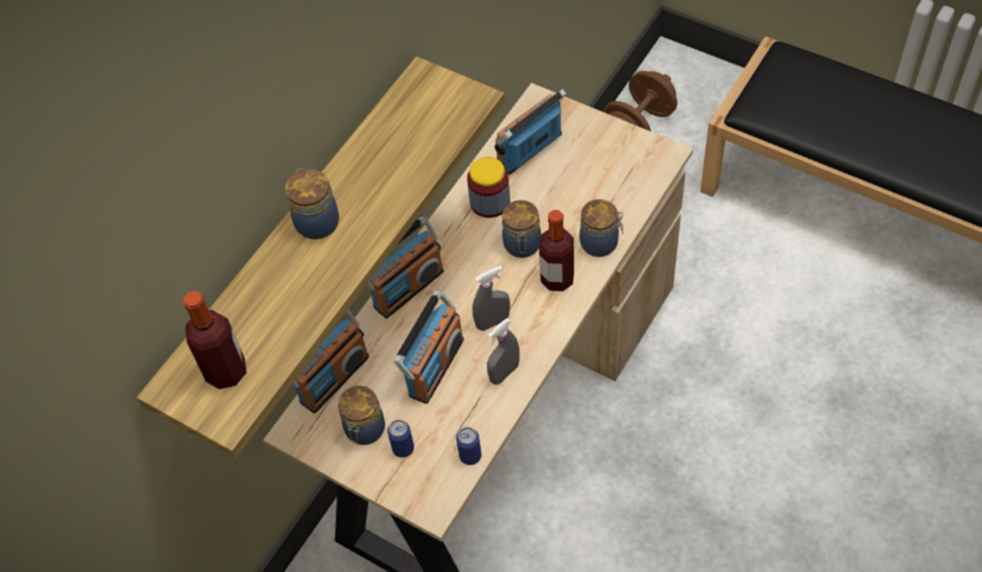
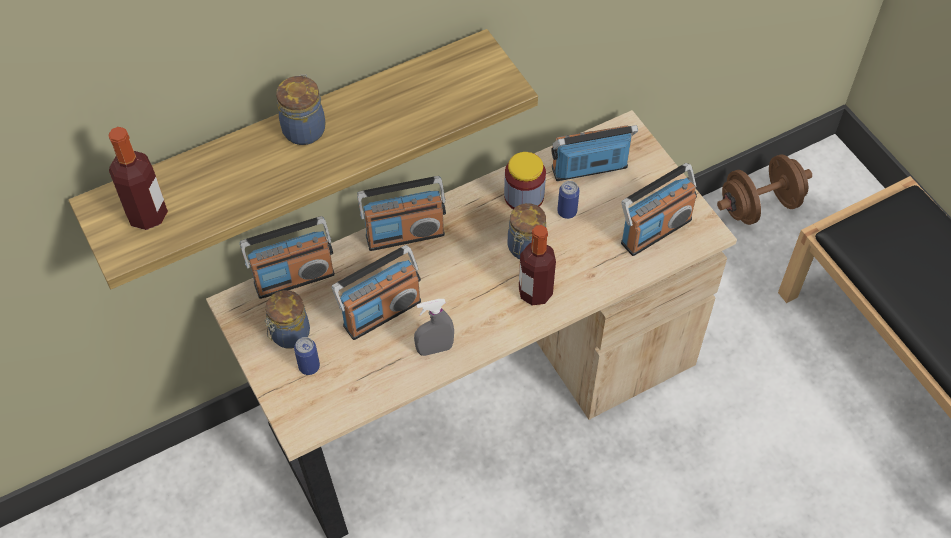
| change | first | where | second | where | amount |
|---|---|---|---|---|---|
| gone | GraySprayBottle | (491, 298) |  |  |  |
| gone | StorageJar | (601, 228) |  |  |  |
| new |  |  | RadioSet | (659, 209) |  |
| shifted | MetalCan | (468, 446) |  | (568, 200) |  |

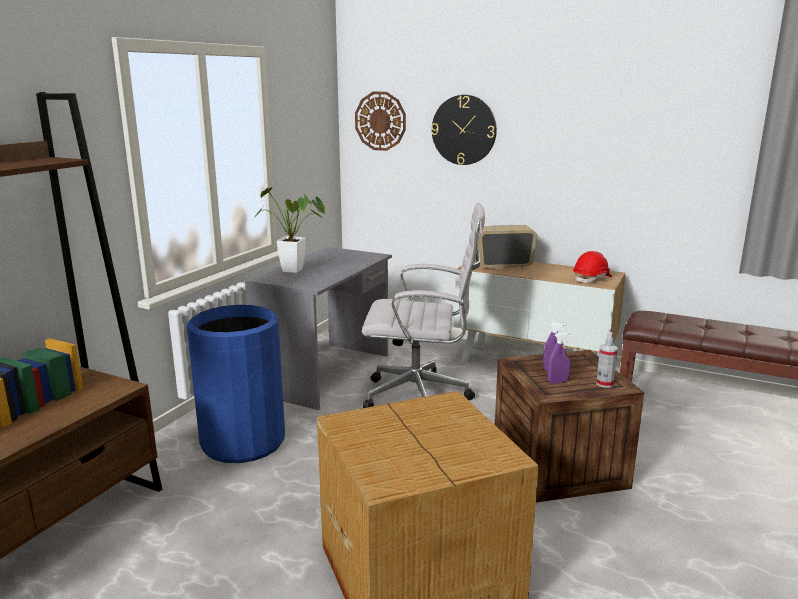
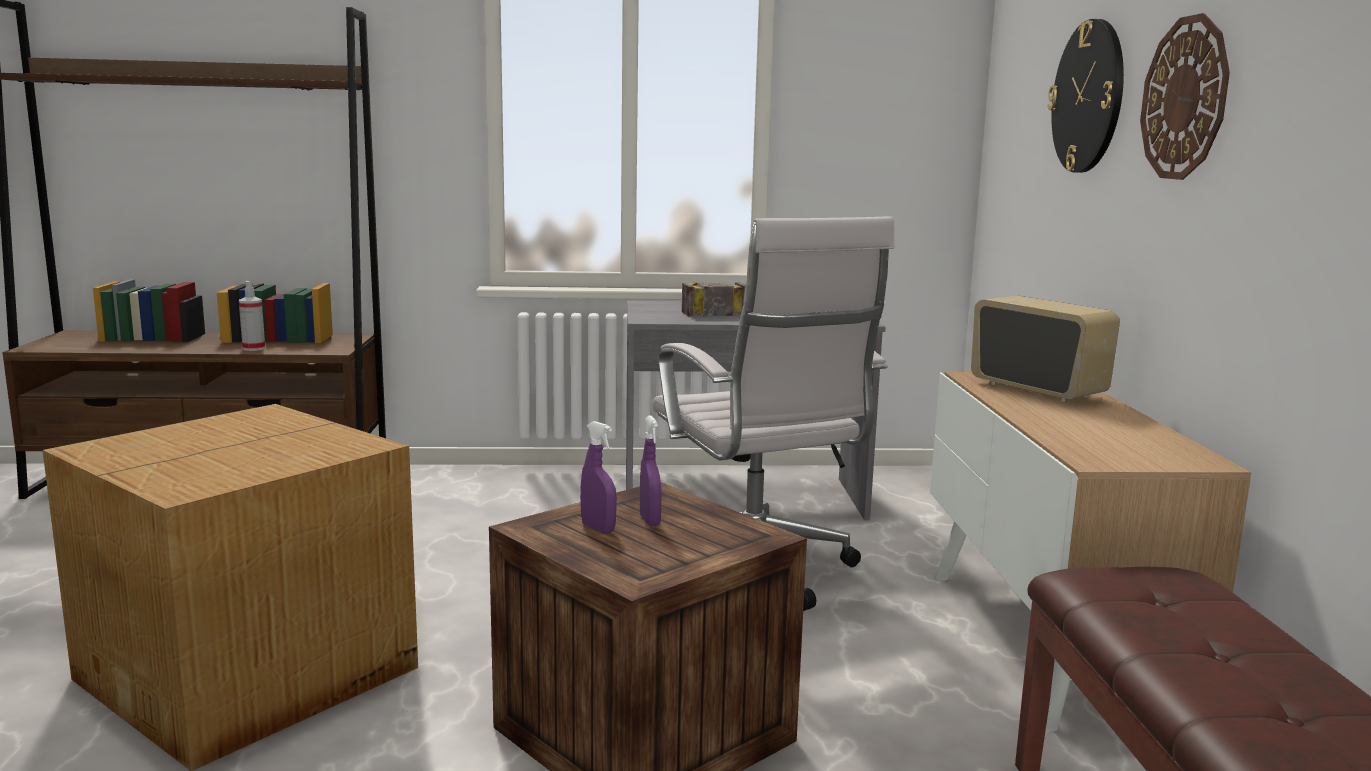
| change | first | where | second | where | amount |
|---|---|---|---|---|---|
| gone | BlueRubbishBin | (236, 384) |  |  |  |
| gone | RedHardHat | (592, 267) |  |  |  |
| shifted | ClockOnTheWall | (380, 121) |  | (1185, 96) |  |
| shifted | SprayBottle | (607, 360) |  | (252, 316) |  |
| swapped | Houseplant | (290, 230) | HandHammer | (714, 299) |  |

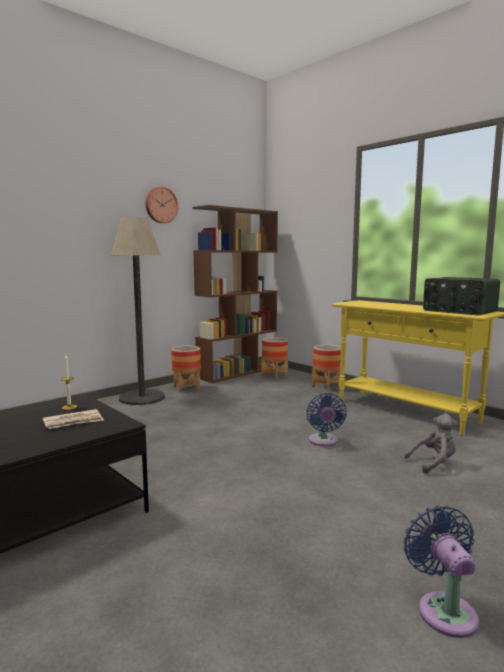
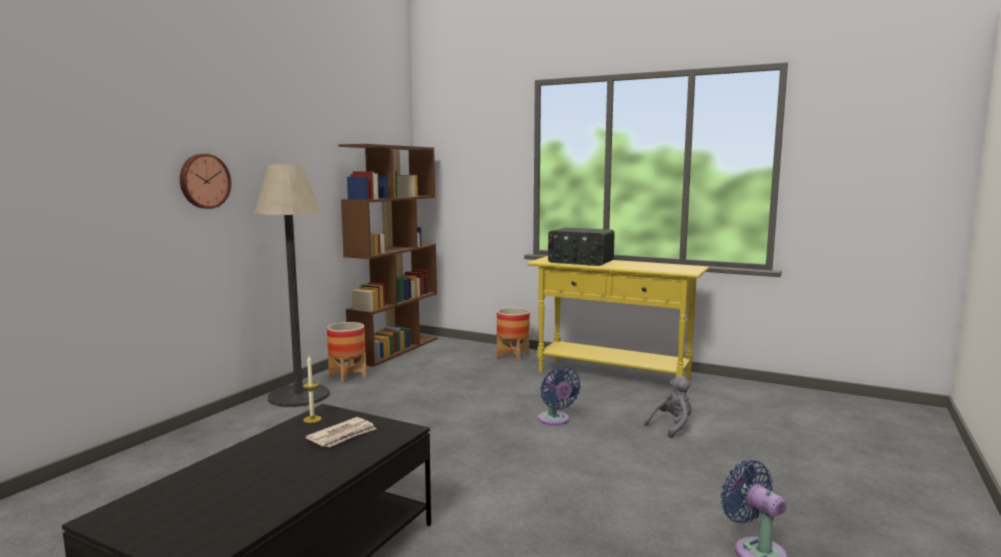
| change | first | where | second | where | amount |
|---|---|---|---|---|---|
| gone | PlantPot | (274, 358) |  |  |  |
| shifted | ClockOnTheWall | (161, 204) |  | (205, 181) |  |
| shifted | RadioSet | (461, 296) |  | (581, 247) |  |

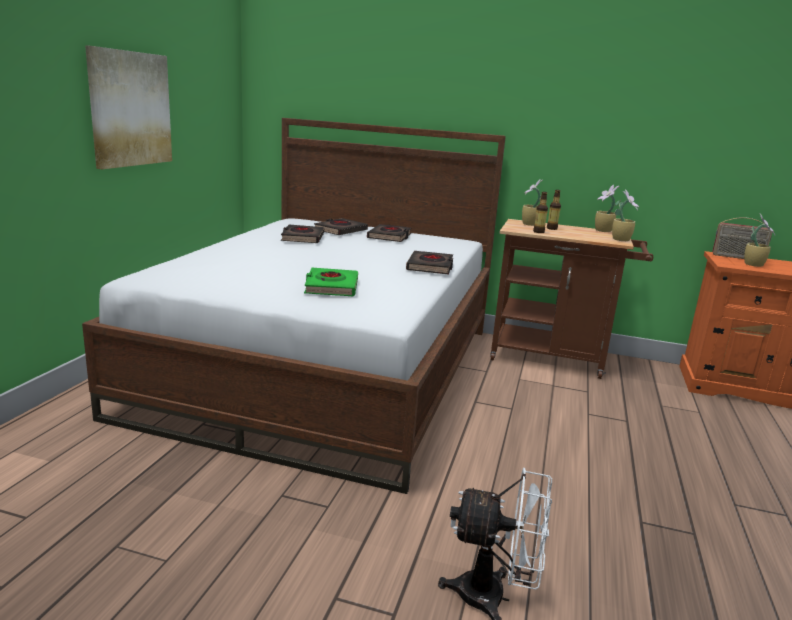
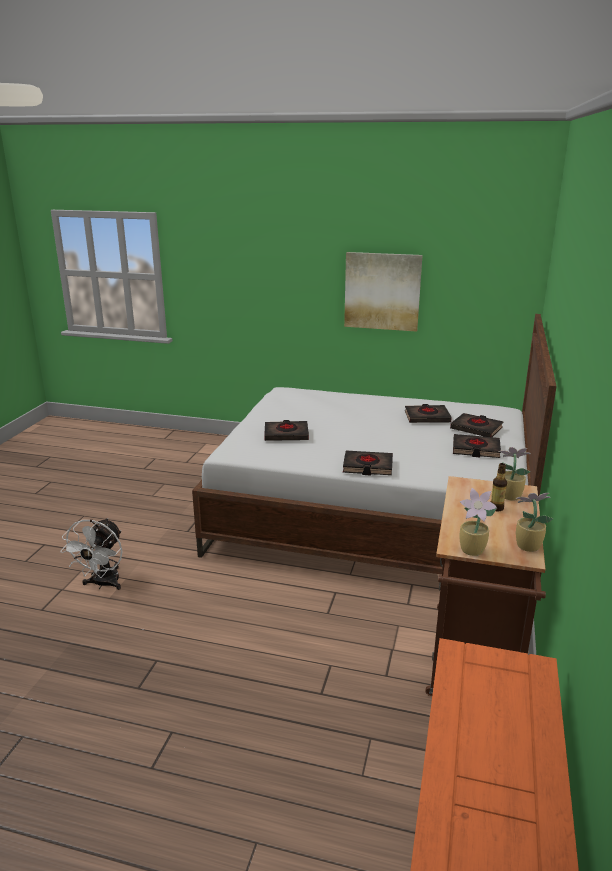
| change | first | where | second | where | amount |
|---|---|---|---|---|---|
| gone | BeverageBottle | (540, 212) |  |  |  |
| gone | RadioSet | (742, 238) |  |  |  |
| gone | Houseplant | (759, 240) |  |  |  |
| repainted | GreenBoundBook | (331, 282) | BlackBoundBook | (286, 430) |  |

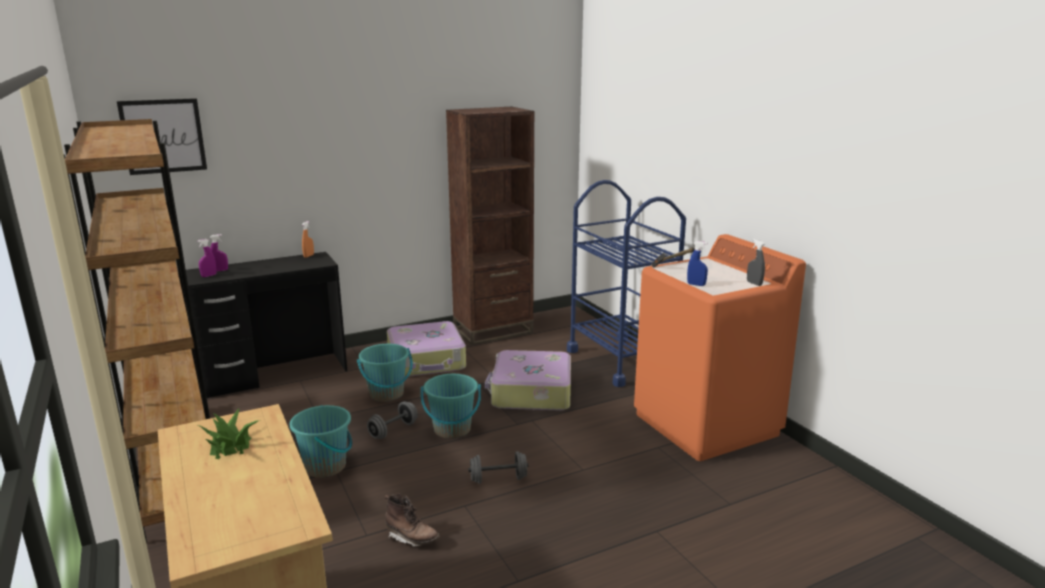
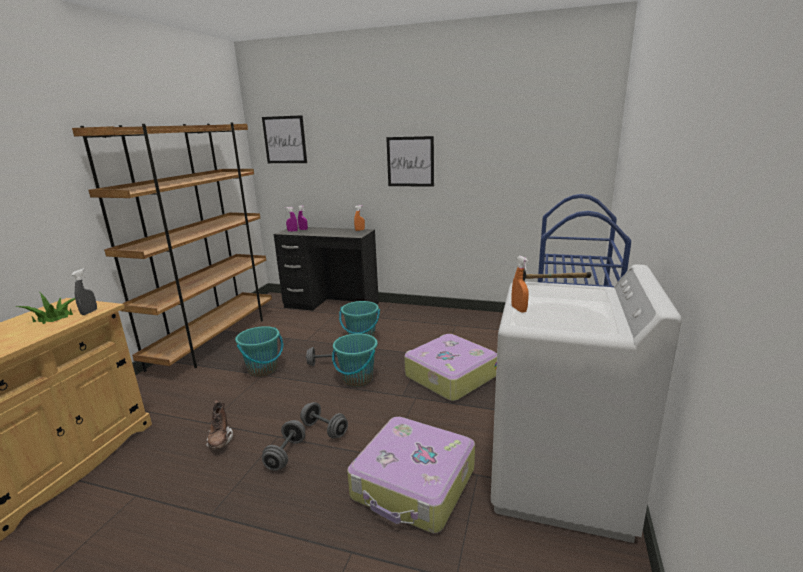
| change | first | where | second | where | amount |
|---|---|---|---|---|---|
| gone | BrownBookshelf | (490, 226) |  |  |  |
| new |  |  | GrayFreeWeight | (283, 445) |  |
| new |  |  | Picture | (410, 161) |  |
| shifted | TravelCase | (426, 349) |  | (411, 475) |  |
| shifted | GraySprayBottle | (756, 262) |  | (84, 292) |  |
| repainted | OrangeyLaundryAppliance | (720, 347) | WhiteColouredLaundryAppliance | (586, 403) |  |
| repainted | BlueSprayBottle | (697, 263) | OrangeySprayBottle | (520, 284) |  |

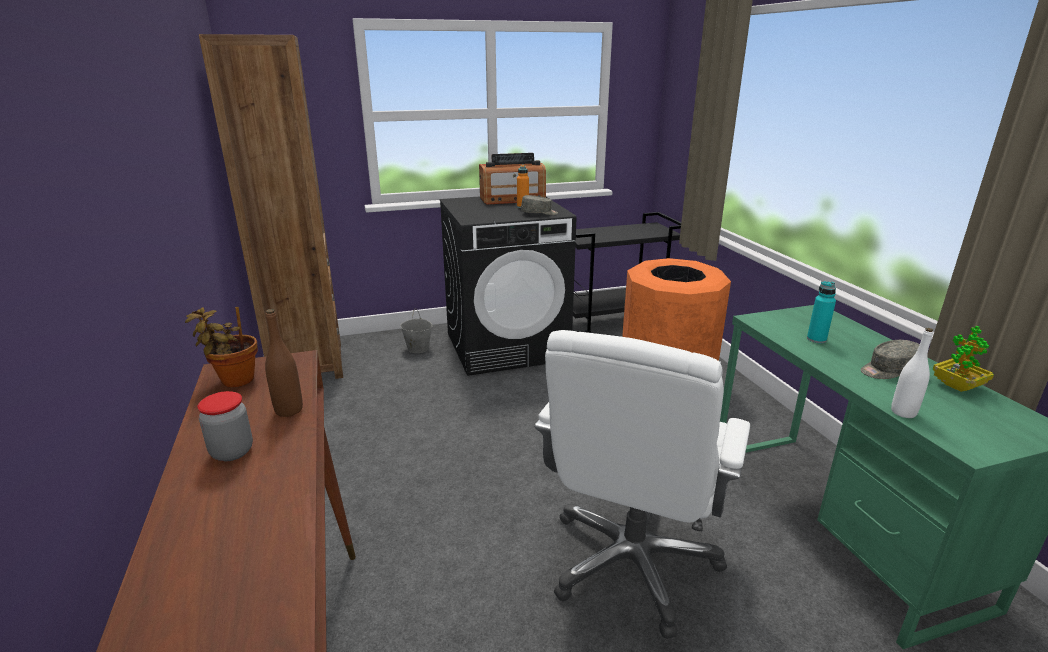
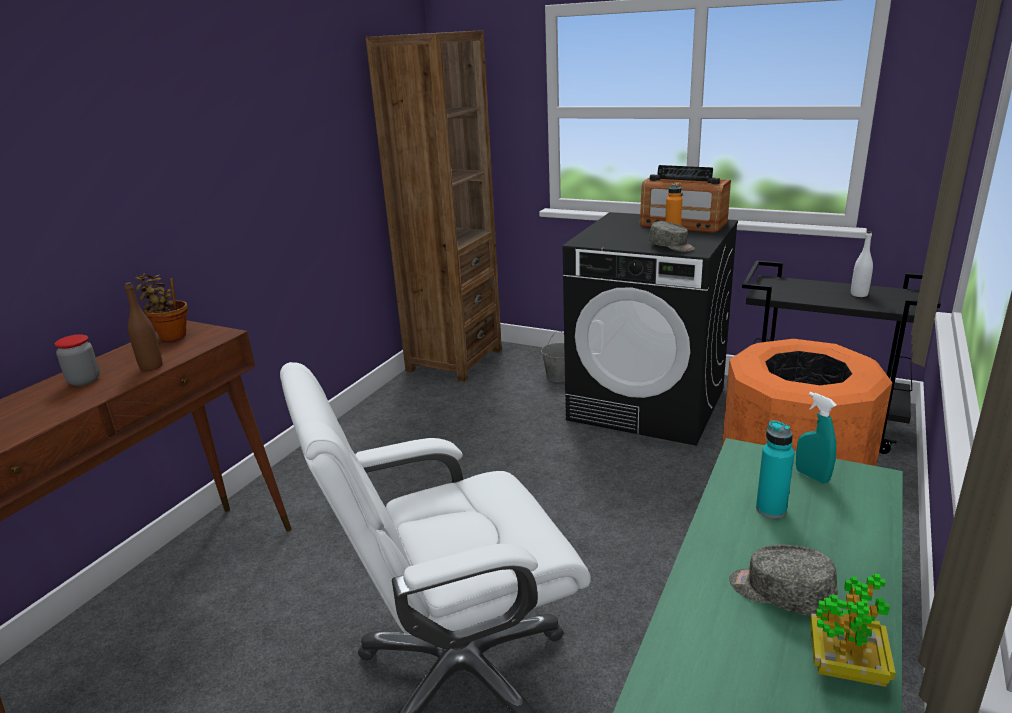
| change | first | where | second | where | amount |
|---|---|---|---|---|---|
| new |  |  | TurquoiseSprayBottle | (816, 438) |  |
| shifted | WhiteColouredBeverageBottle | (912, 373) |  | (862, 264) |  |

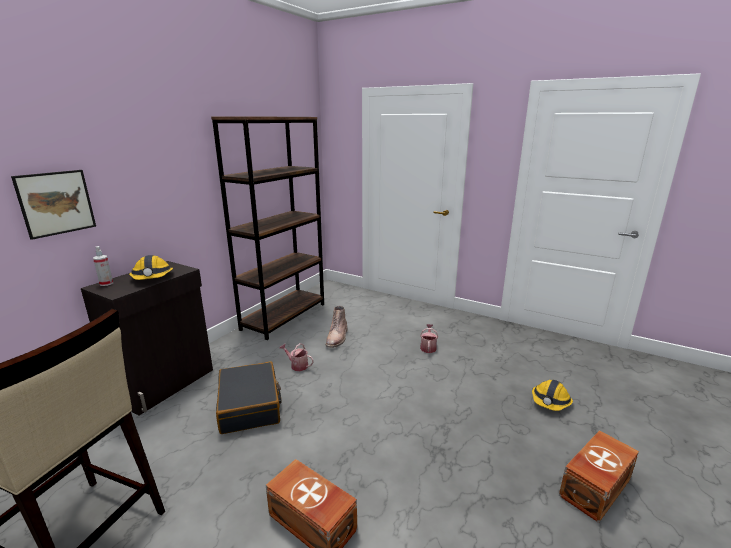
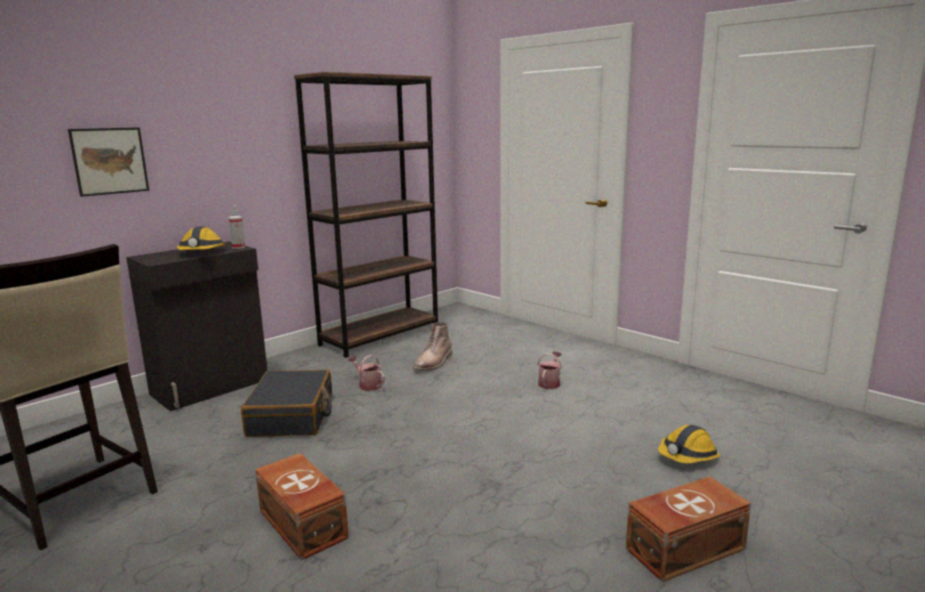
| change | first | where | second | where | amount |
|---|---|---|---|---|---|
| shifted | SprayBottle | (103, 266) |  | (237, 227) |  |

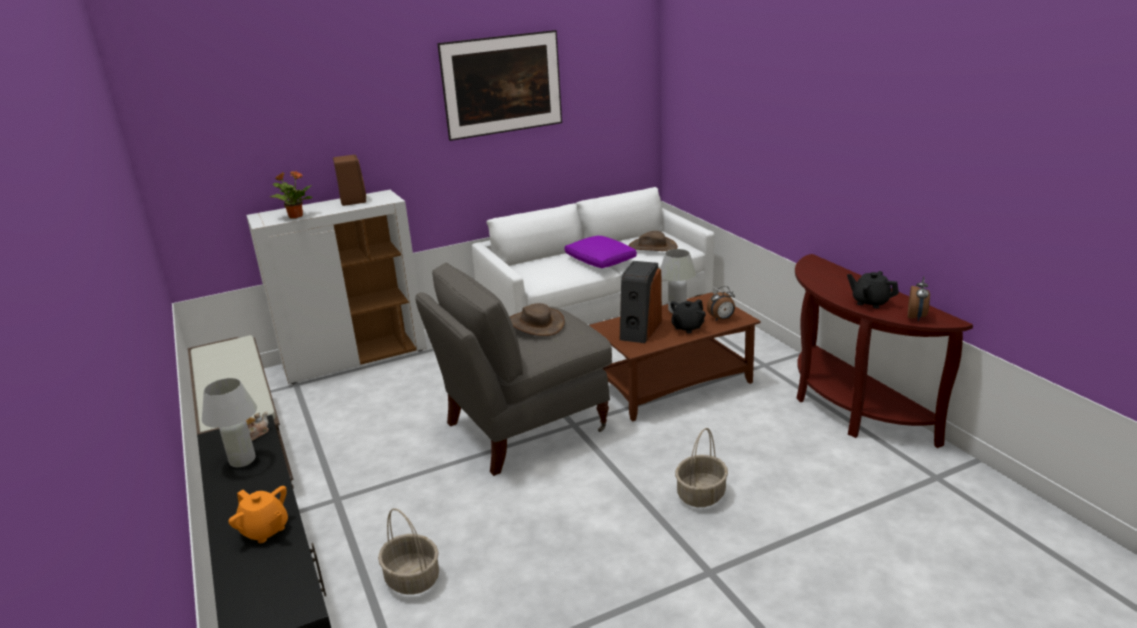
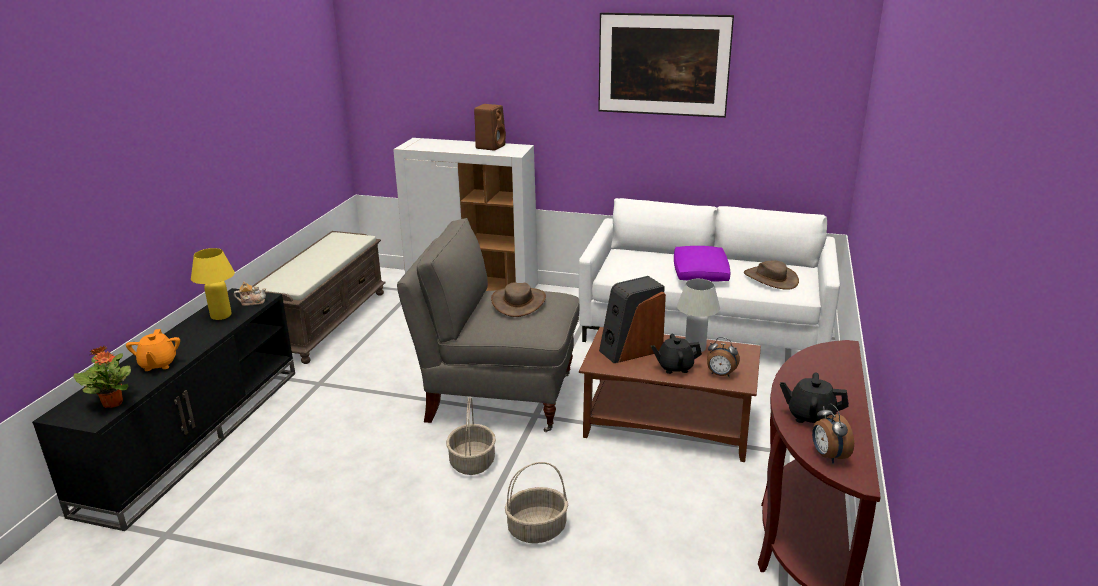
| change | first | where | second | where | amount |
|---|---|---|---|---|---|
| shifted | Houseplant | (292, 195) |  | (102, 377) |  |
| shifted | HouseholdBasket | (408, 551) |  | (471, 436) |  |
| repainted | WhiteColouredTabletopLamp | (229, 422) | YellowColouredTabletopLamp | (213, 284) |  |
| rotated | BlackPotForTea | (873, 290) |  | (814, 397) | 60 degrees counterclockwise |
| rotated | BedsideClock | (919, 298) |  | (833, 433) | 105 degrees clockwise |

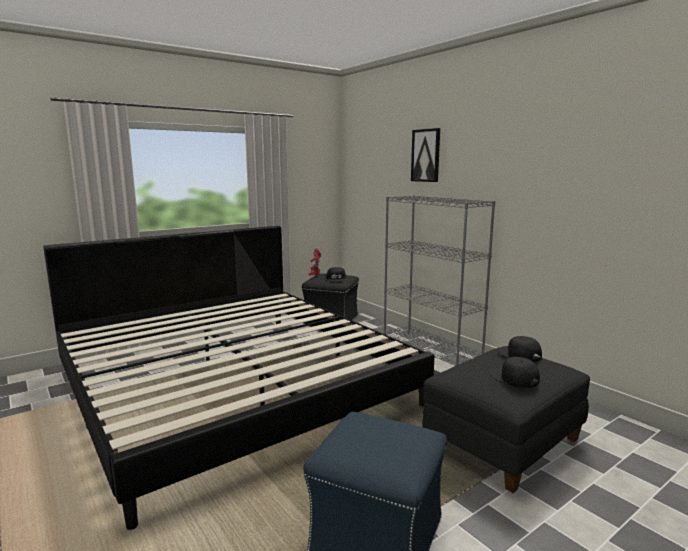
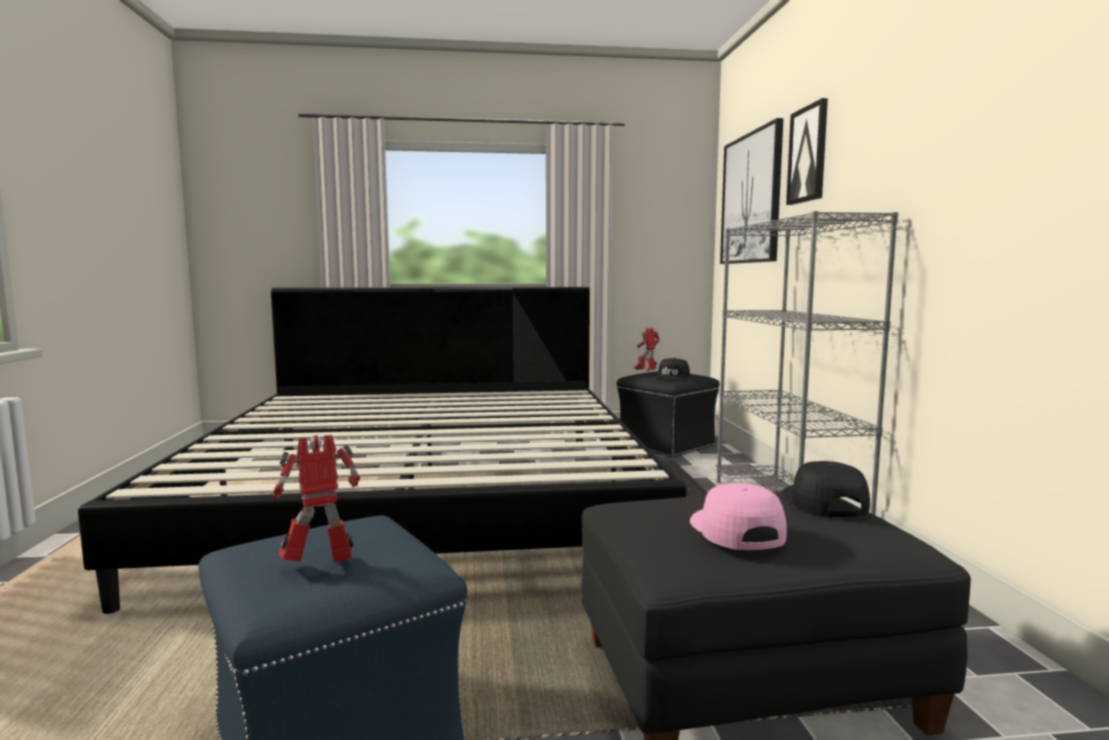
| change | first | where | second | where | amount |
|---|---|---|---|---|---|
| new |  |  | RobotFigure | (316, 499) |  |
| new |  |  | Picture | (752, 191) |  |
| repainted | BlackBaseballCap | (515, 372) | PinkBaseballCap | (738, 516) |  |

